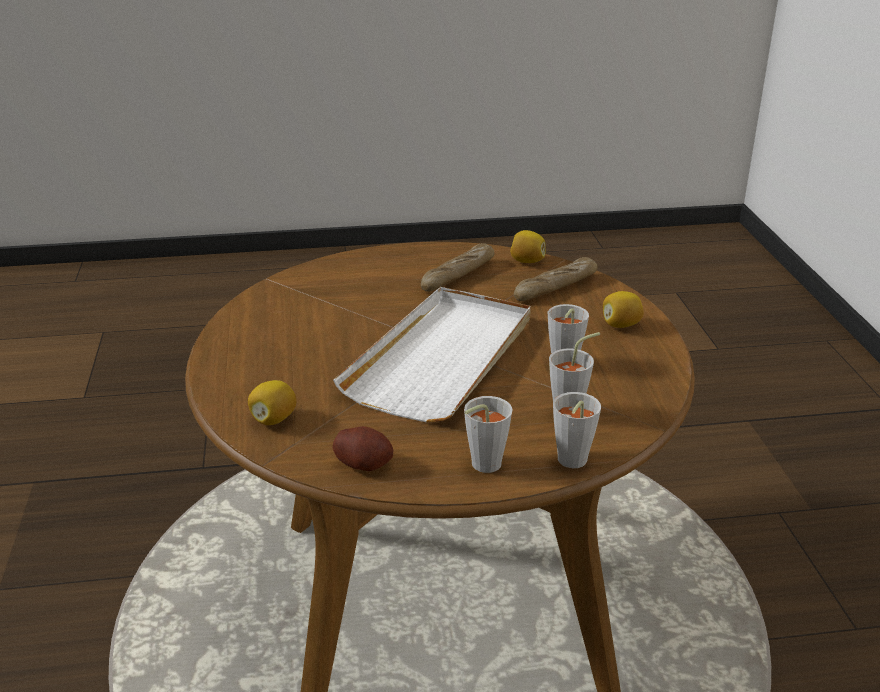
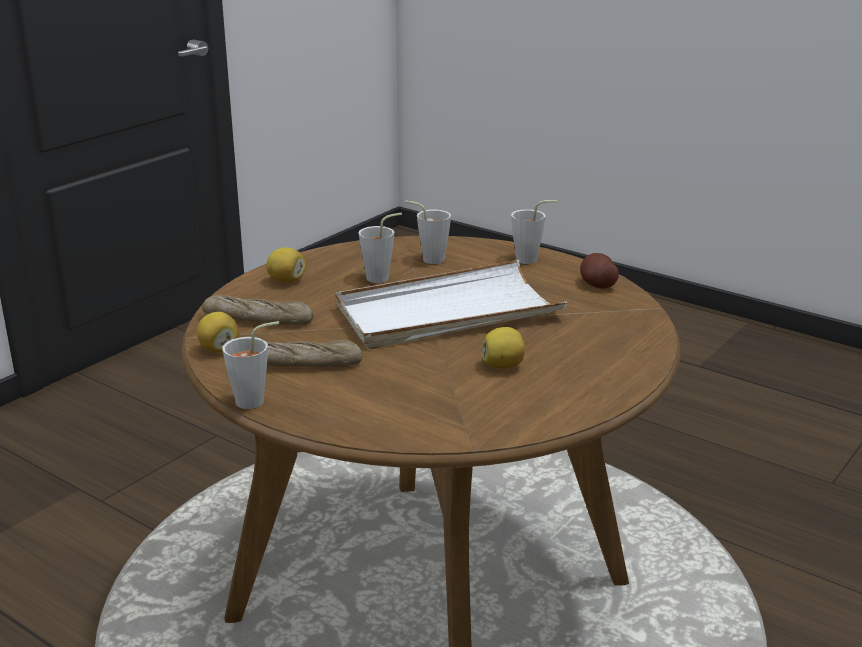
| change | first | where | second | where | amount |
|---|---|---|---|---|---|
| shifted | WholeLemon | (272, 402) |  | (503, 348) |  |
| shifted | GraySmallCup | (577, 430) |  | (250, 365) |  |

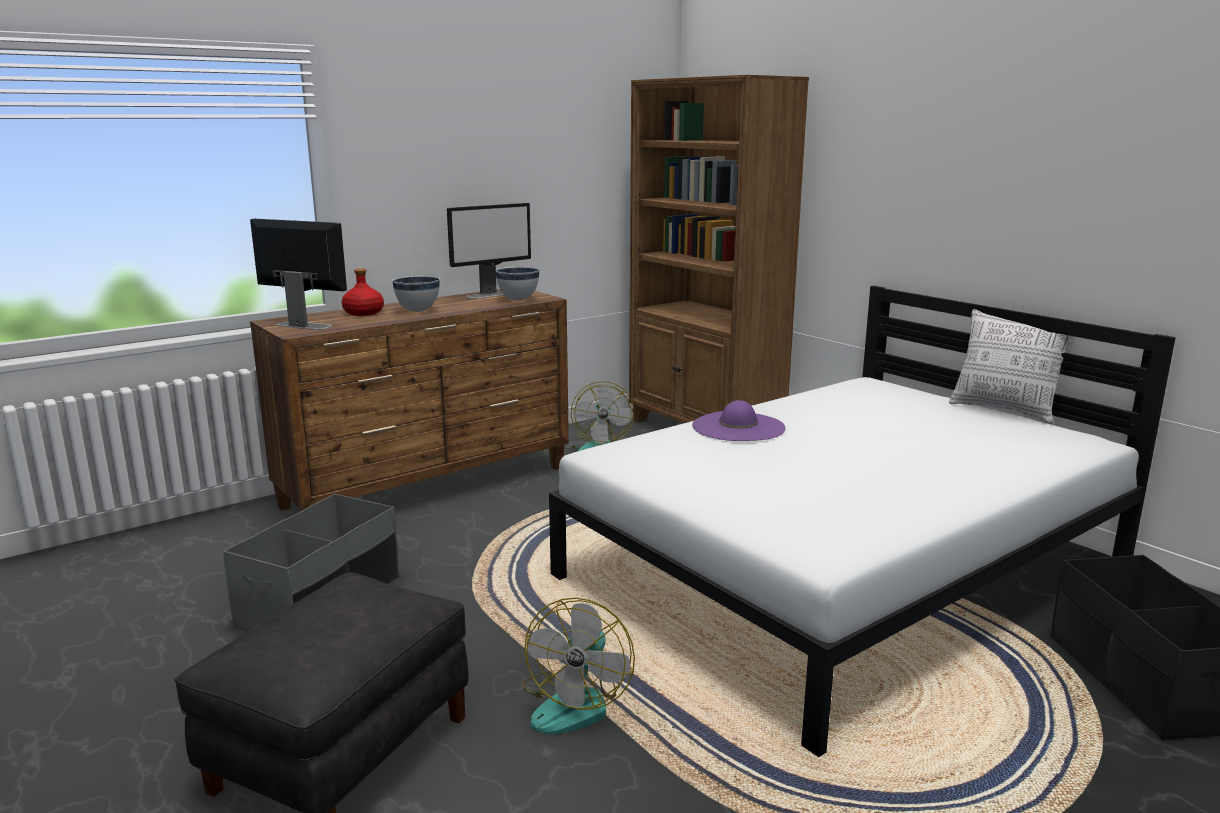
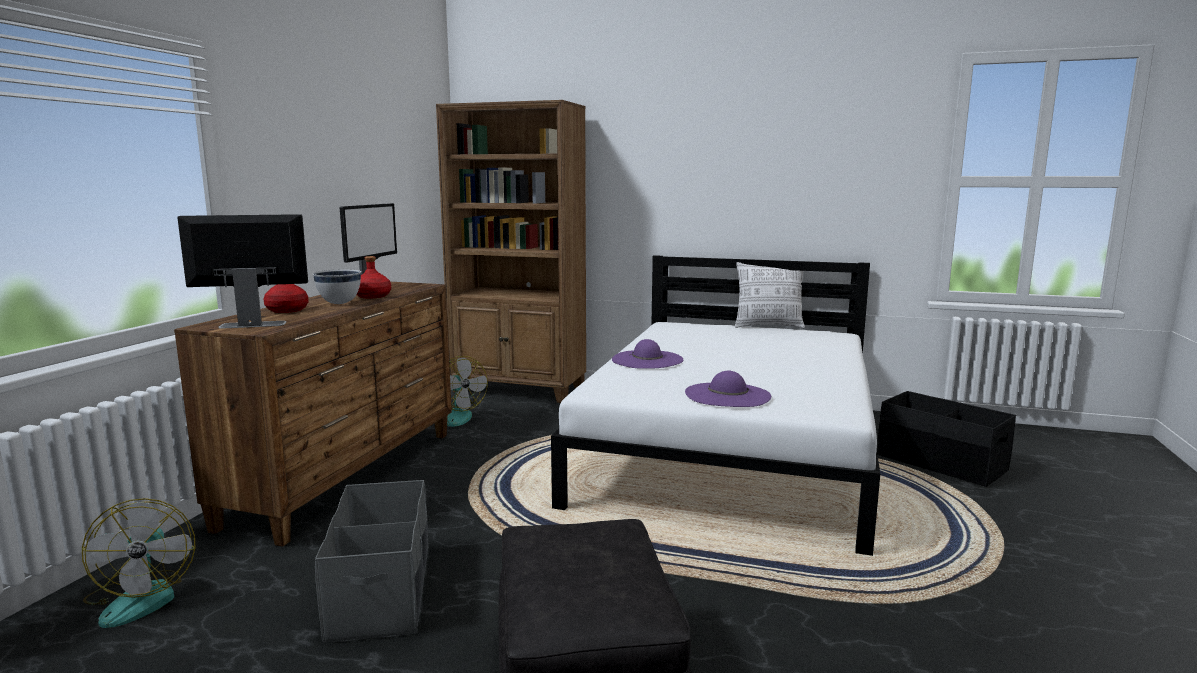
| change | first | where | second | where | amount |
|---|---|---|---|---|---|
| gone | WhiteColouredServingBowl | (517, 283) |  |  |  |
| new |  |  | RedBeverageBottle | (374, 277) |  |
| new |  |  | PurpleWearableHat | (728, 389) |  |
| shifted | Fan | (578, 665) |  | (139, 563) |  |

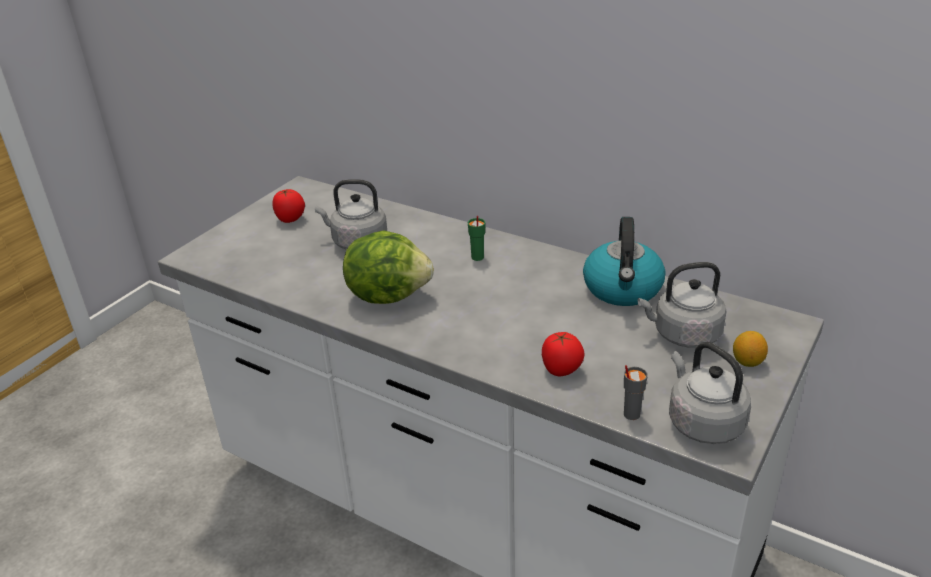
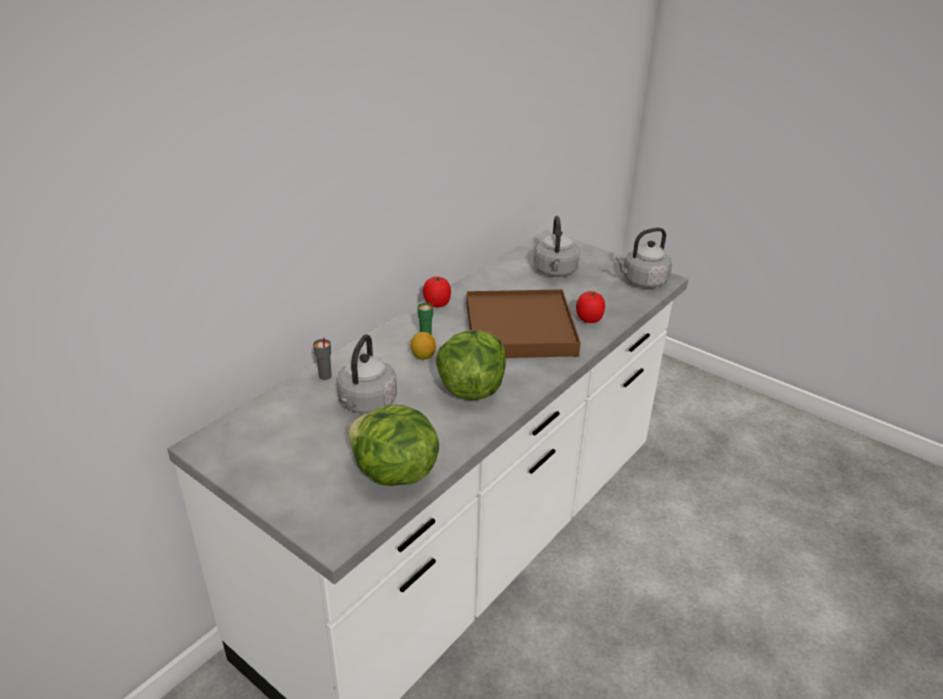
| change | first | where | second | where | amount |
|---|---|---|---|---|---|
| gone | WaterKettle | (624, 261) |  |  |  |
| new |  |  | Lettuce | (393, 445) |  |
| new |  |  | BrownCarryingTray | (523, 323) |  |
| shifted | WholeTomato | (289, 206) |  | (437, 291) |  |
| shifted | GraySmallCup | (636, 392) |  | (322, 359) |  |
| shifted | WholeLemon | (750, 349) |  | (423, 346) |  |

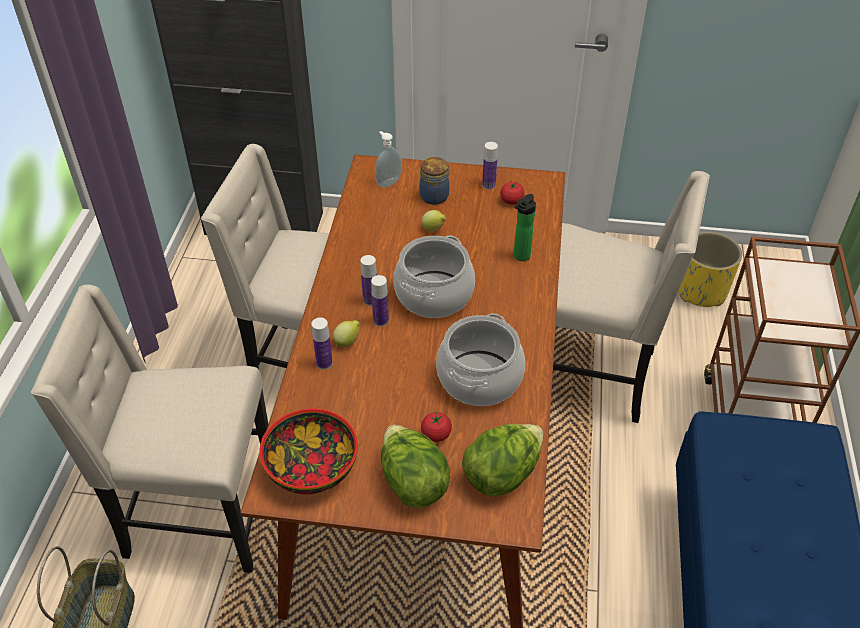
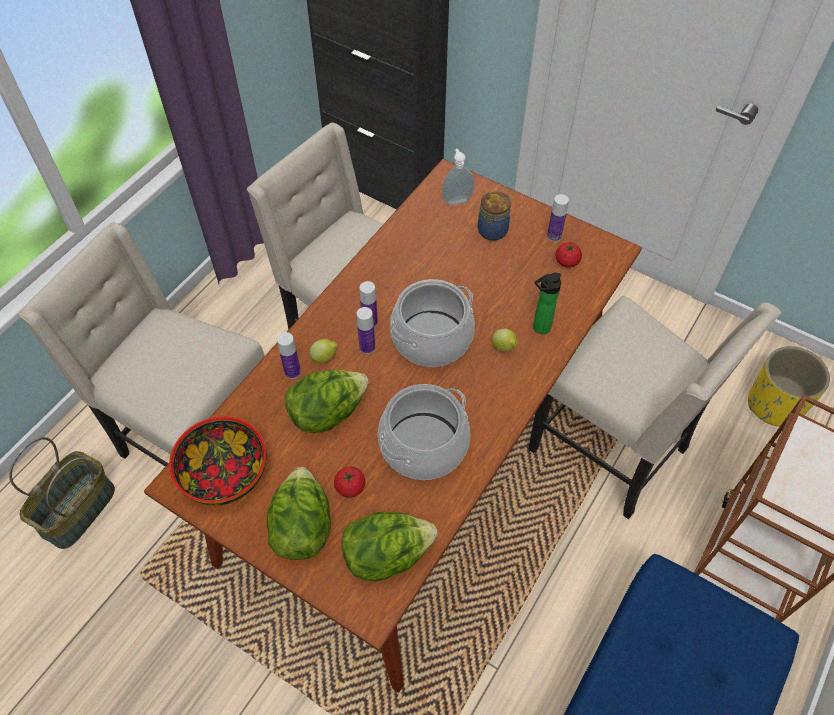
| change | first | where | second | where | amount |
|---|---|---|---|---|---|
| new |  |  | Lettuce | (327, 401) |  |
| shifted | WholeLemon | (433, 221) |  | (504, 340) |  |

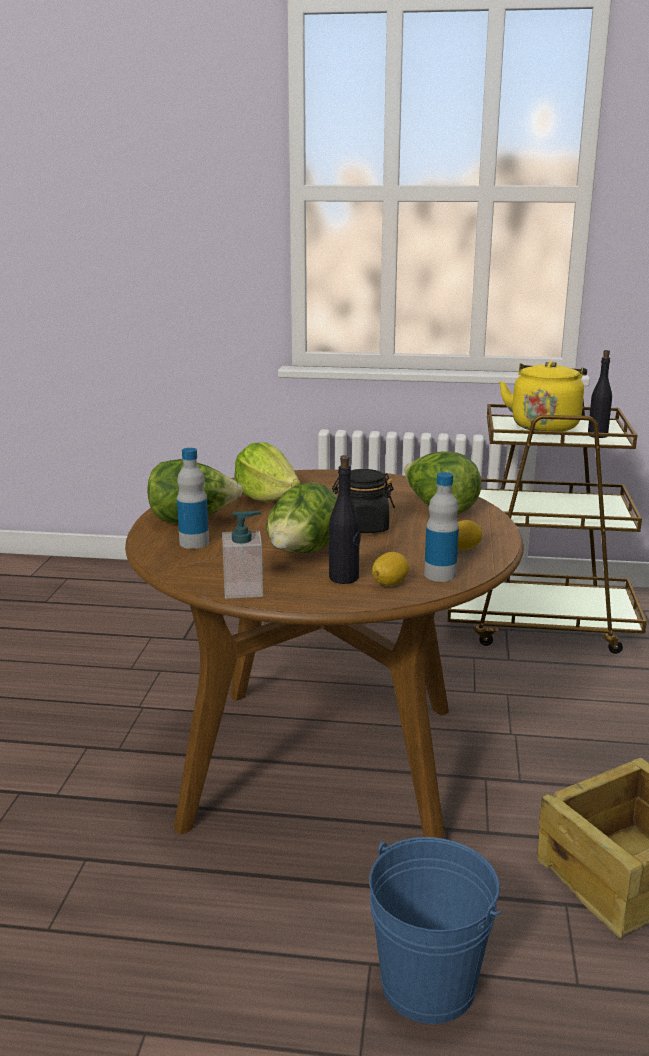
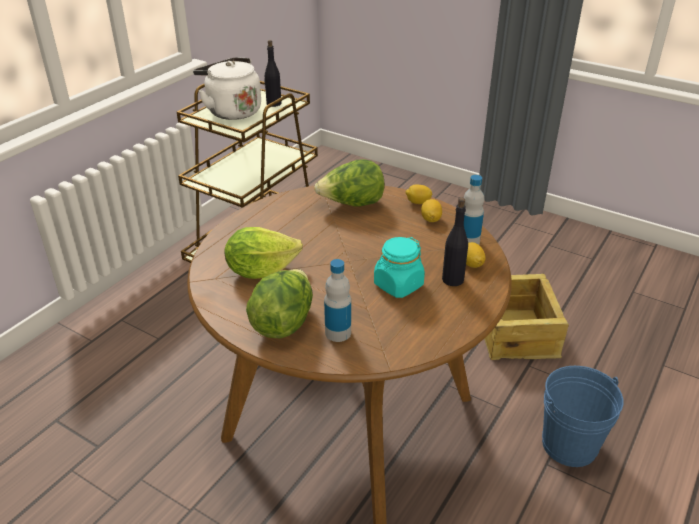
| change | first | where | second | where | amount |
|---|---|---|---|---|---|
| gone | LiquidSoapBottle | (242, 555) |  |  |  |
| gone | BlackStorageJar | (363, 501) |  |  |  |
| new |  |  | WholeLemon | (419, 194) |  |
| swapped | Lettuce | (301, 517) | TurquoiseStorageJar | (399, 267) |  |
| repainted | YellowColouredWaterKettle | (543, 396) | WhiteColouredWaterKettle | (227, 88) |  |

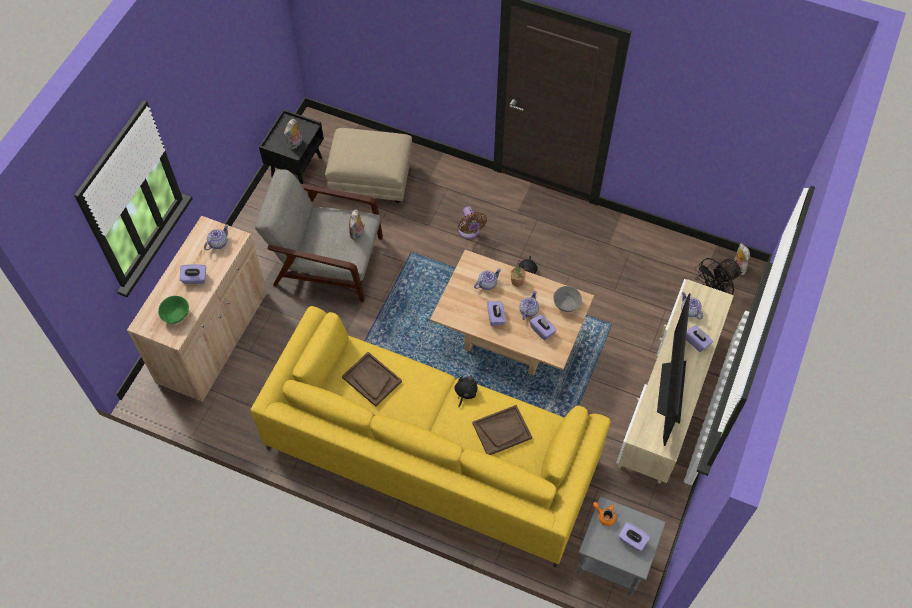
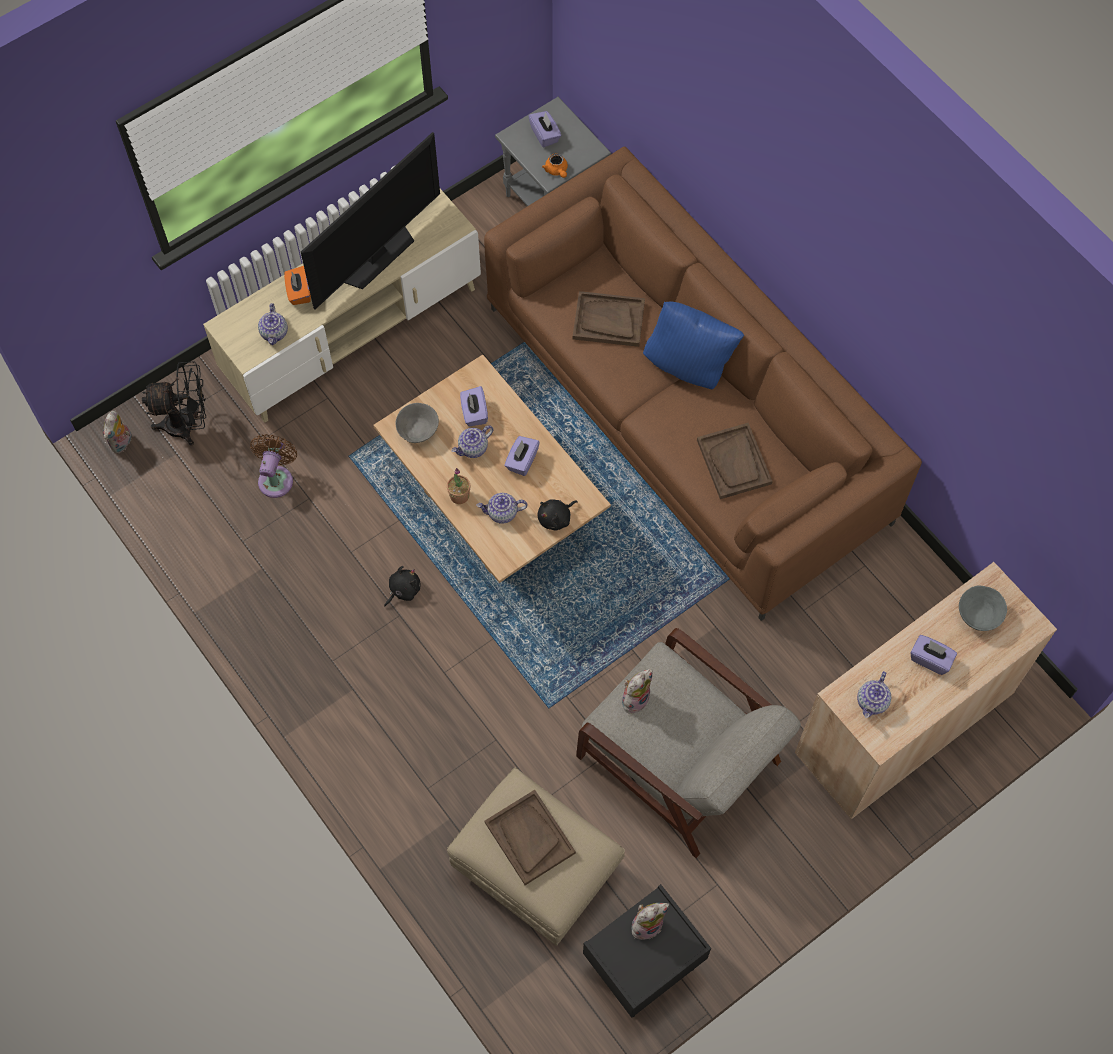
| change | first | where | second | where | amount |
|---|---|---|---|---|---|
| new |  |  | BrownCarryingTray | (530, 837) |  |
| new |  |  | BluePillow | (693, 345) |  |
| shifted | BlackPlushToy | (466, 391) |  | (558, 514) |  |
| shifted | BrownFan | (472, 222) |  | (273, 466) |  |
| repainted | GreenServingBowl | (173, 310) | GrayServingBowl | (983, 608) |  |
| repainted | YellowColouredCouch | (430, 437) | BrownCouch | (703, 384) |  |
| repainted | PurpleBoxOfTissues | (699, 338) | OrangeyBoxOfTissues | (297, 285) |  |
| rotated | PotForTea | (216, 237) |  | (874, 694) | 45 degrees counterclockwise |

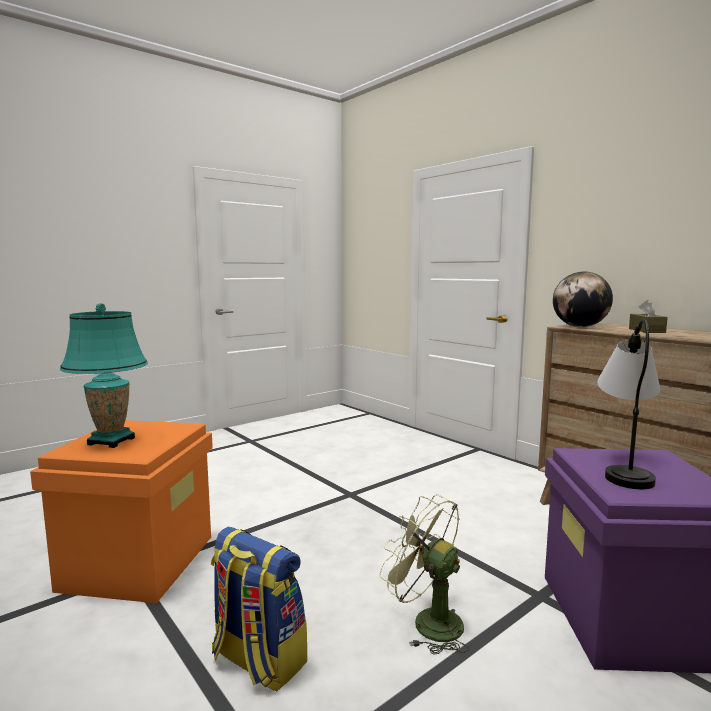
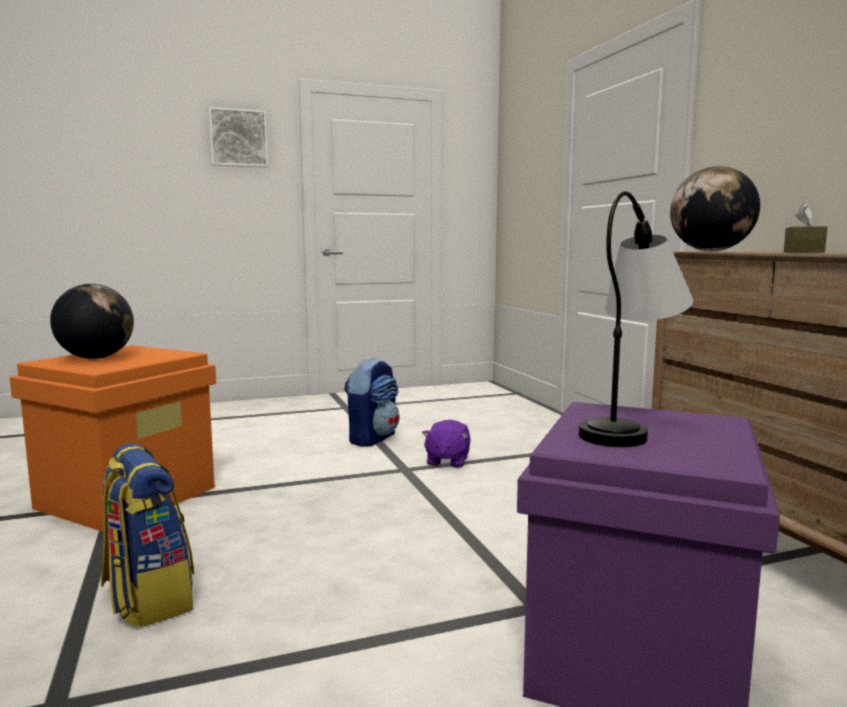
| change | first | where | second | where | amount |
|---|---|---|---|---|---|
| gone | GreenFan | (424, 574) |  |  |  |
| new |  |  | Picture | (238, 137) |  |
| new |  |  | Rucksack | (372, 402) |  |
| new |  |  | PurplePlushToy | (446, 444) |  |
| swapped | TurquoiseTabletopLamp | (104, 375) | Globe | (92, 321) |  |

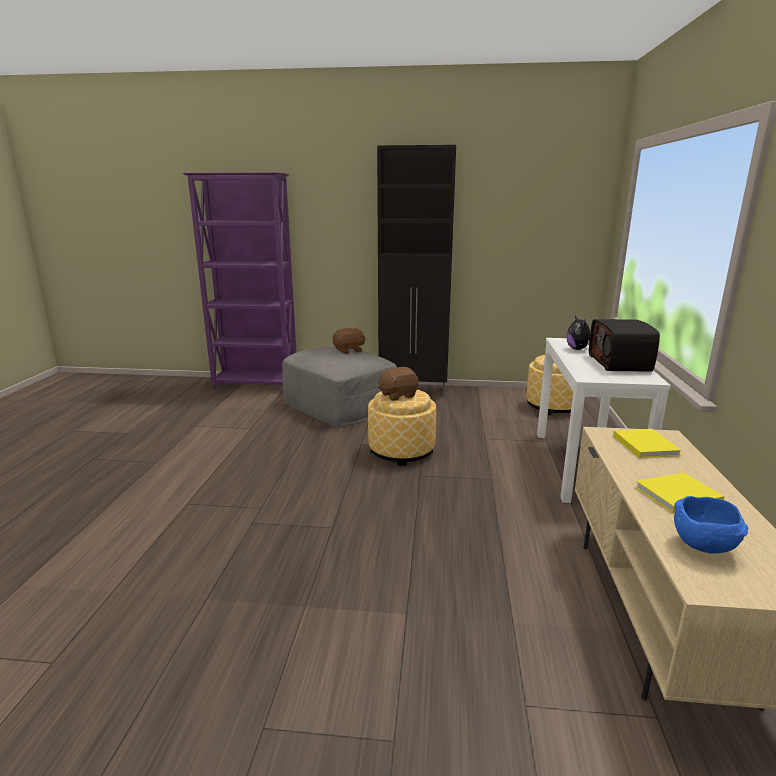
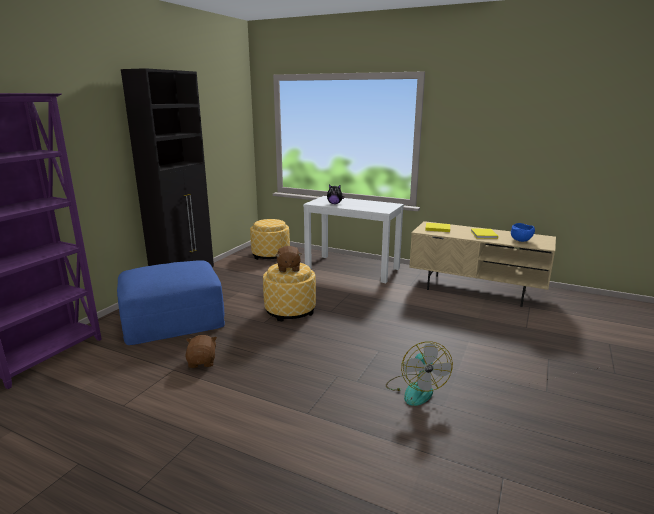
| change | first | where | second | where | amount |
|---|---|---|---|---|---|
| gone | RadioSet | (624, 345) |  |  |  |
| new |  |  | Fan | (419, 373) |  |
| shifted | BrownPlushToy | (349, 341) |  | (201, 351) |  |
| repainted | GrayPouffe | (339, 386) | BluePouffe | (171, 302) |  |

